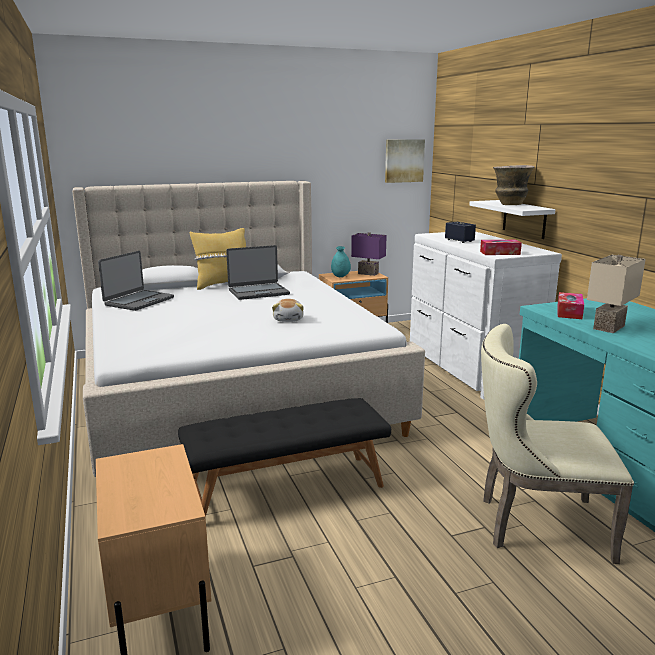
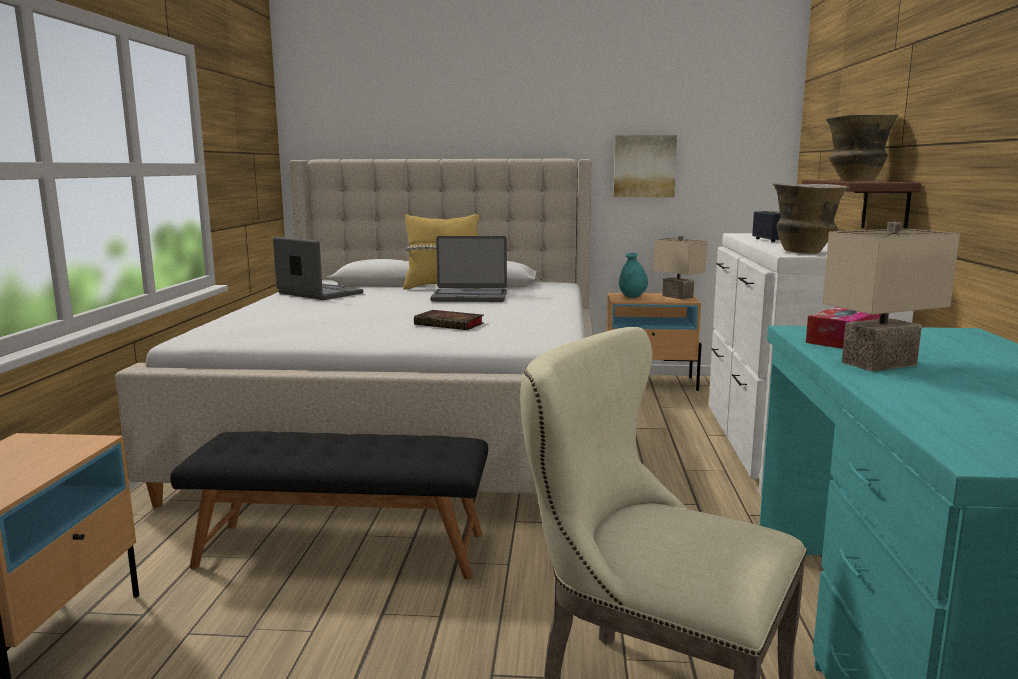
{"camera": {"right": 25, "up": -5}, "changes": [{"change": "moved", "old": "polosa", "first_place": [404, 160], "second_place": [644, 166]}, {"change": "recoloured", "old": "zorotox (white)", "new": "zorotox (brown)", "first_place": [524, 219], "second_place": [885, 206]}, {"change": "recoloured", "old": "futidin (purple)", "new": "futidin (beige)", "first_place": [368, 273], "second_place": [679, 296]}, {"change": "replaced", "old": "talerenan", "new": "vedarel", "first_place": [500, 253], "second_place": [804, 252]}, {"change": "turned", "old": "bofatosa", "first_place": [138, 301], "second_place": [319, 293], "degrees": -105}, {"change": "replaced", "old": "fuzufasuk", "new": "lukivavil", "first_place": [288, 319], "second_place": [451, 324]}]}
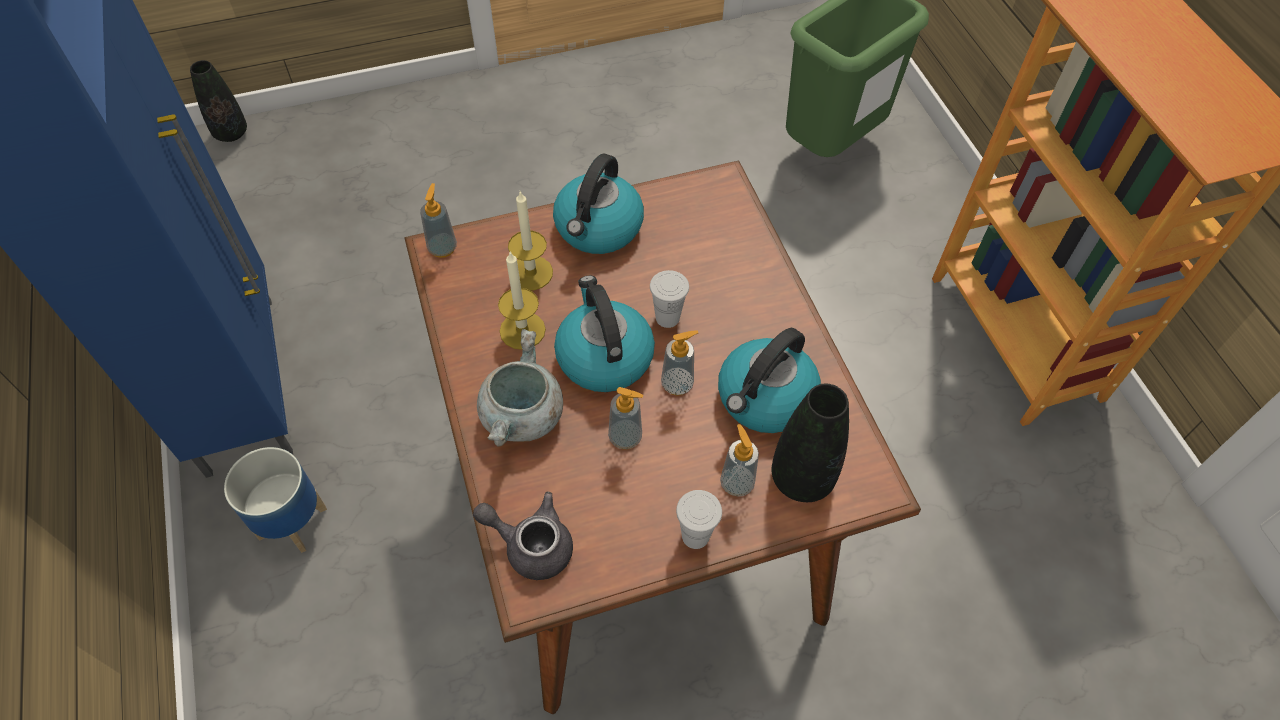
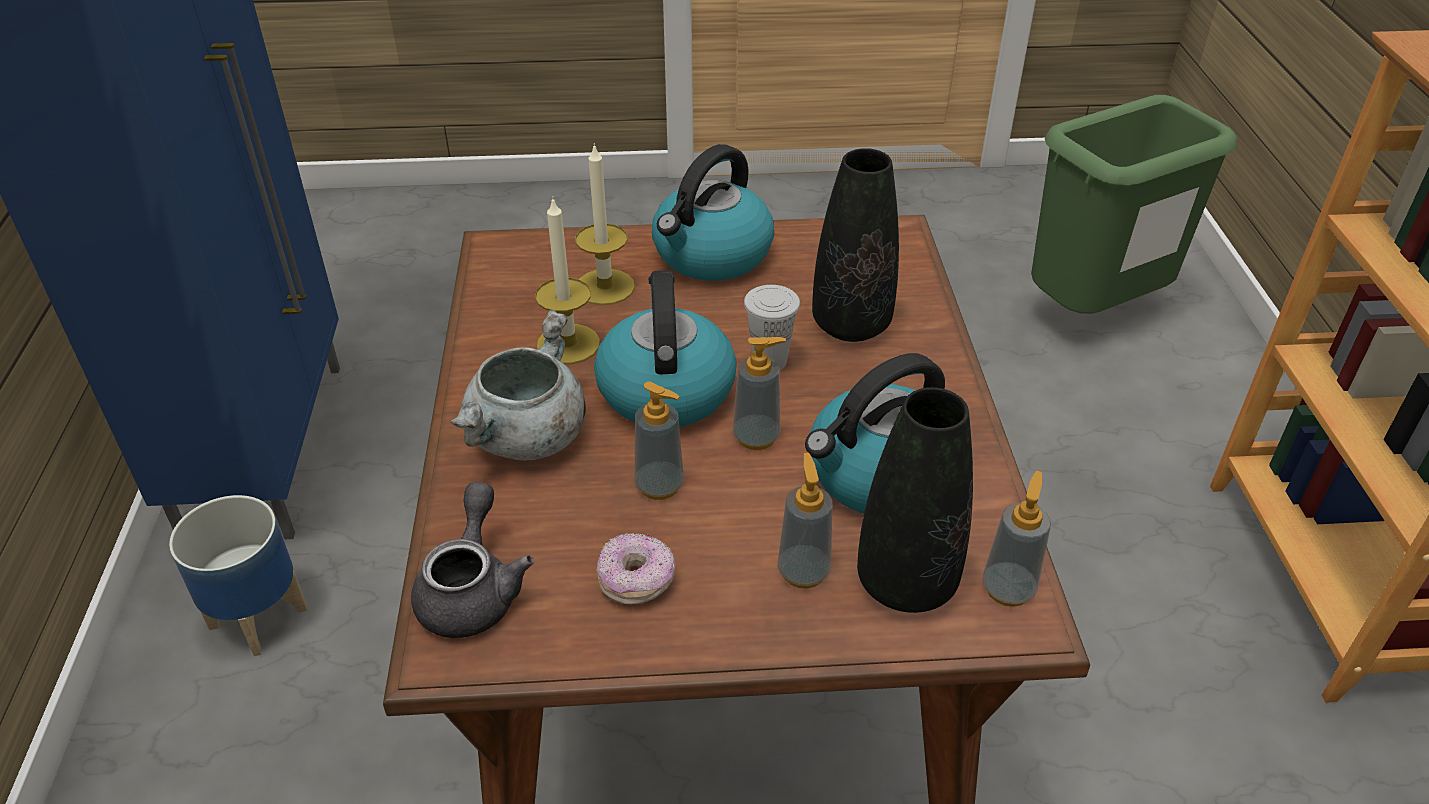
{"camera": {"right": 15, "up": -15}, "changes": [{"change": "moved", "old": "vedarel (black)", "first_place": [231, 133], "second_place": [851, 325]}, {"change": "moved", "old": "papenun", "first_place": [442, 248], "second_place": [1008, 589]}, {"change": "removed", "old": "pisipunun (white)", "first_place": [695, 536]}, {"change": "turned", "old": "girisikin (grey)", "first_place": [531, 545], "second_place": [473, 590], "degrees": 60}, {"change": "added", "new": "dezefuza", "second_place": [636, 580]}]}
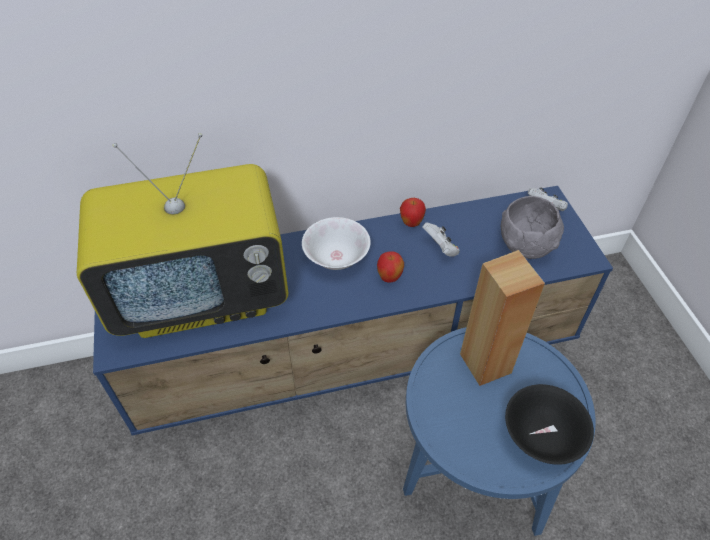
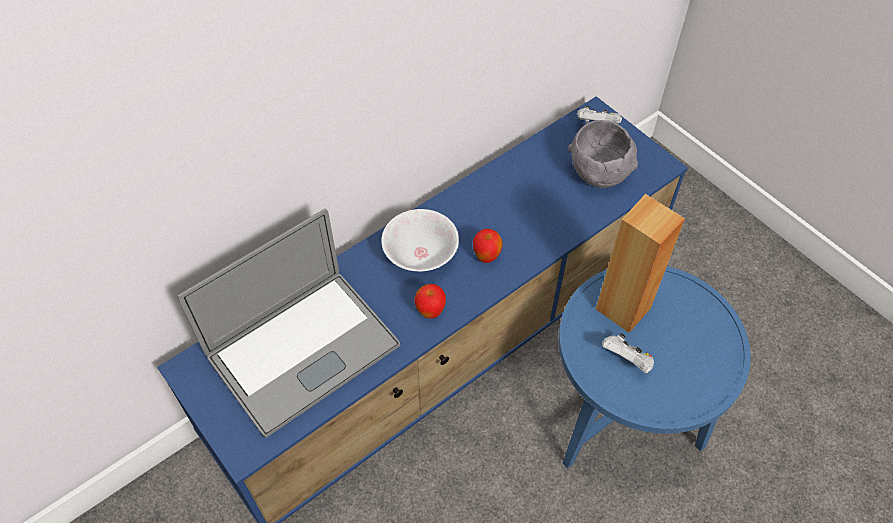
{"camera": {"right": -25, "up": 5}, "changes": [{"change": "replaced", "old": "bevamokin", "new": "bofatosa", "first_place": [203, 295], "second_place": [303, 350]}, {"change": "moved", "old": "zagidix", "first_place": [411, 223], "second_place": [430, 312]}, {"change": "moved", "old": "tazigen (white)", "first_place": [440, 248], "second_place": [627, 360]}, {"change": "removed", "old": "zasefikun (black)", "first_place": [542, 436]}]}
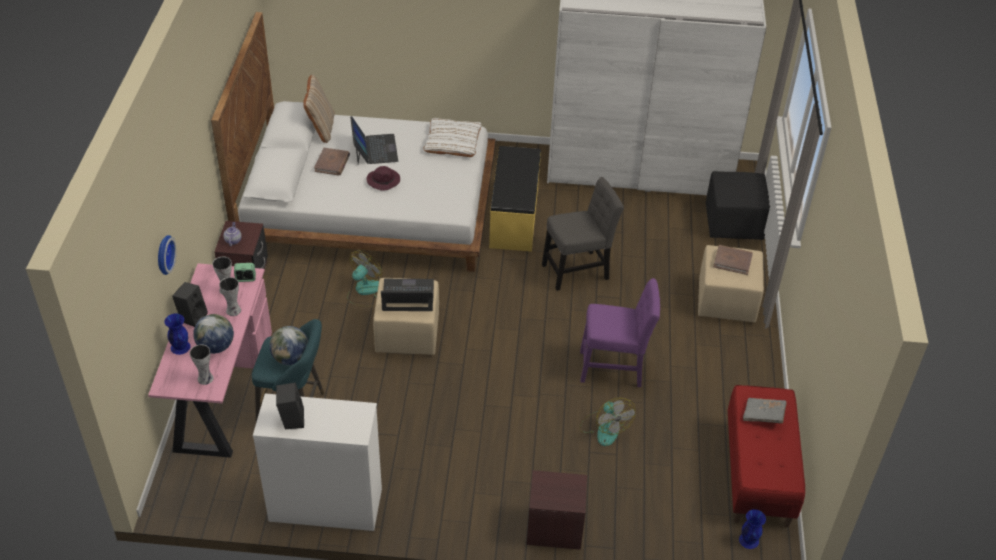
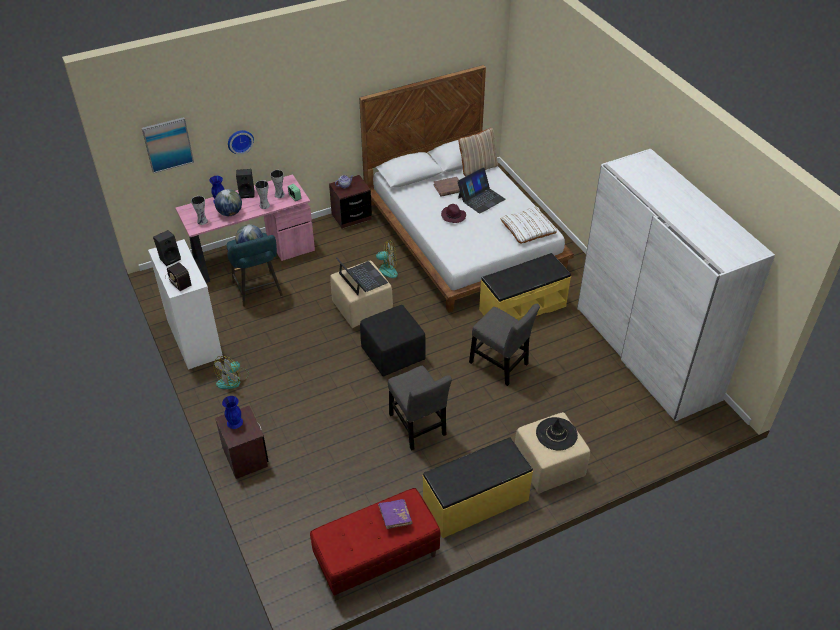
{"camera": {"right": 60, "up": 0}, "changes": [{"change": "moved", "old": "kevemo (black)", "first_place": [734, 224], "second_place": [392, 355]}, {"change": "replaced", "old": "lukivavil (brown)", "new": "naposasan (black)", "first_place": [732, 261], "second_place": [556, 434]}, {"change": "recoloured", "old": "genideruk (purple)", "new": "genideruk (grey)", "first_place": [614, 368], "second_place": [418, 427]}, {"change": "moved", "old": "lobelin", "first_place": [604, 428], "second_place": [233, 379]}, {"change": "recoloured", "old": "lukivavil (grey)", "new": "lukivavil (purple)", "first_place": [763, 415], "second_place": [395, 517]}, {"change": "moved", "old": "vedarel (blue)", "first_place": [748, 540], "second_place": [235, 422]}, {"change": "added", "new": "polosa", "second_place": [168, 144]}, {"change": "added", "new": "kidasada", "second_place": [178, 279]}, {"change": "added", "new": "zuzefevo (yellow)", "second_place": [476, 503]}]}
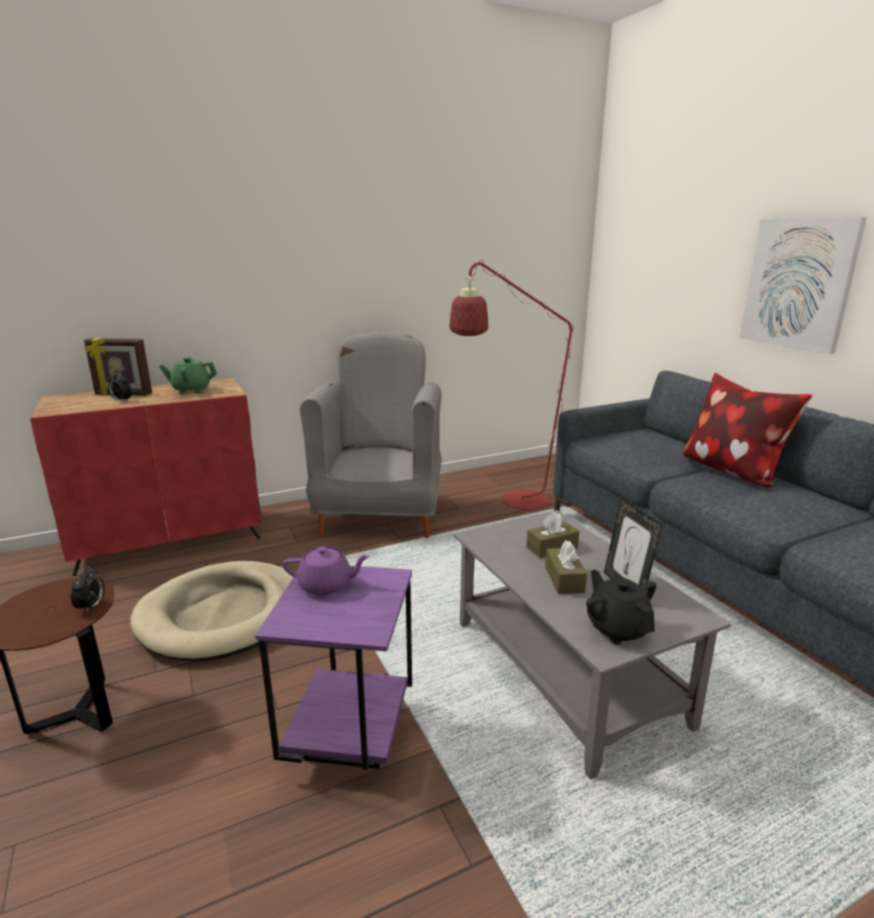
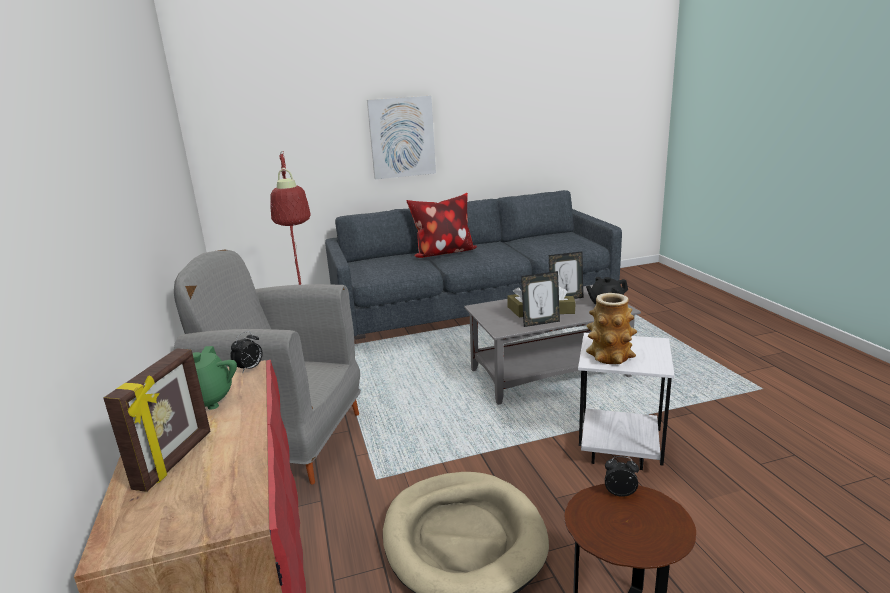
{"camera": {"right": -80, "up": 0}, "changes": [{"change": "moved", "old": "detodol", "first_place": [121, 401], "second_place": [250, 369]}, {"change": "replaced", "old": "girisikin (purple)", "new": "vedarel", "first_place": [326, 585], "second_place": [610, 356]}, {"change": "recoloured", "old": "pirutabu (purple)", "new": "pirutabu (white)", "first_place": [347, 737], "second_place": [618, 452]}, {"change": "added", "new": "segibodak", "second_place": [540, 323]}]}
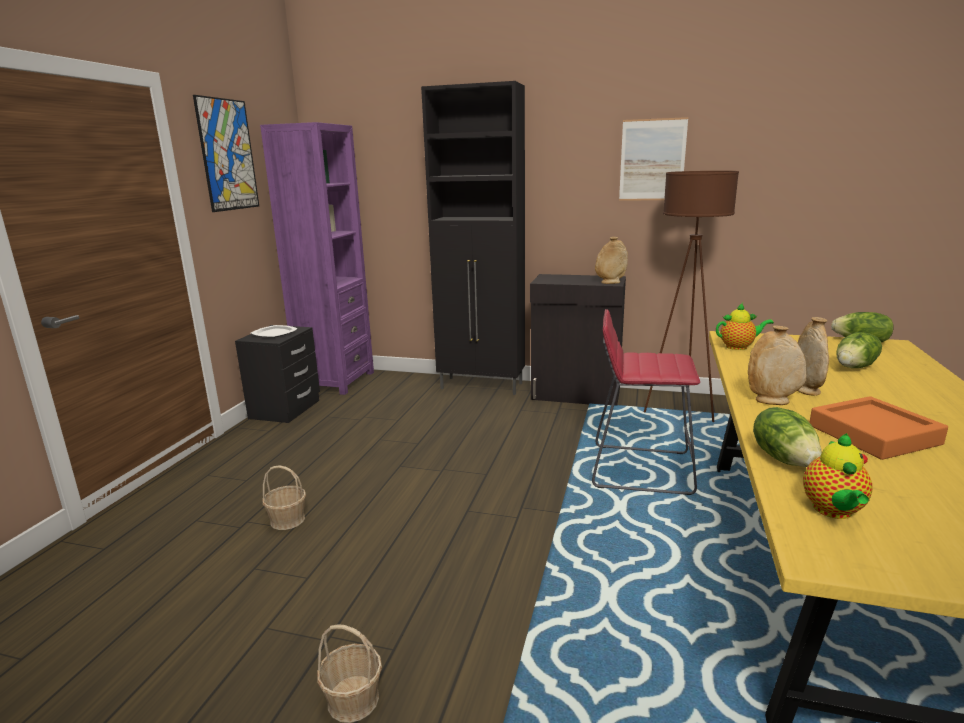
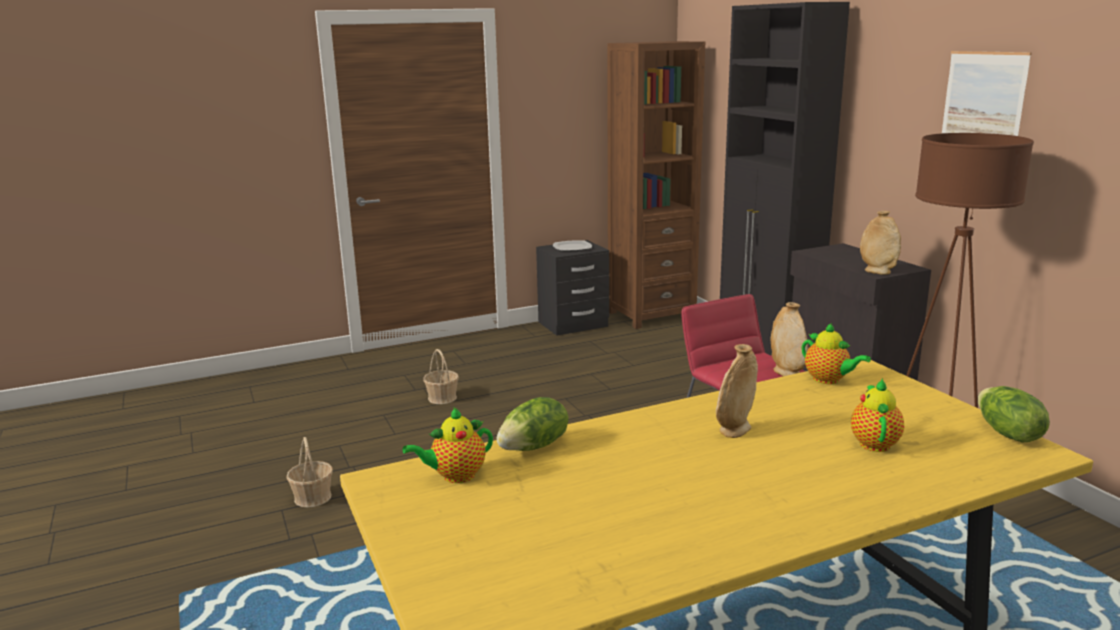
{"camera": {"right": 50, "up": 0}, "changes": [{"change": "removed", "old": "polosa", "first_place": [227, 155]}, {"change": "recoloured", "old": "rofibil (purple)", "new": "rofibil (brown)", "first_place": [336, 381], "second_place": [651, 315]}, {"change": "moved", "old": "vedarel (beige)", "first_place": [772, 401], "second_place": [787, 373]}, {"change": "replaced", "old": "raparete", "new": "girisikin", "first_place": [855, 367], "second_place": [874, 443]}, {"change": "removed", "old": "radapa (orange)", "first_place": [873, 435]}]}
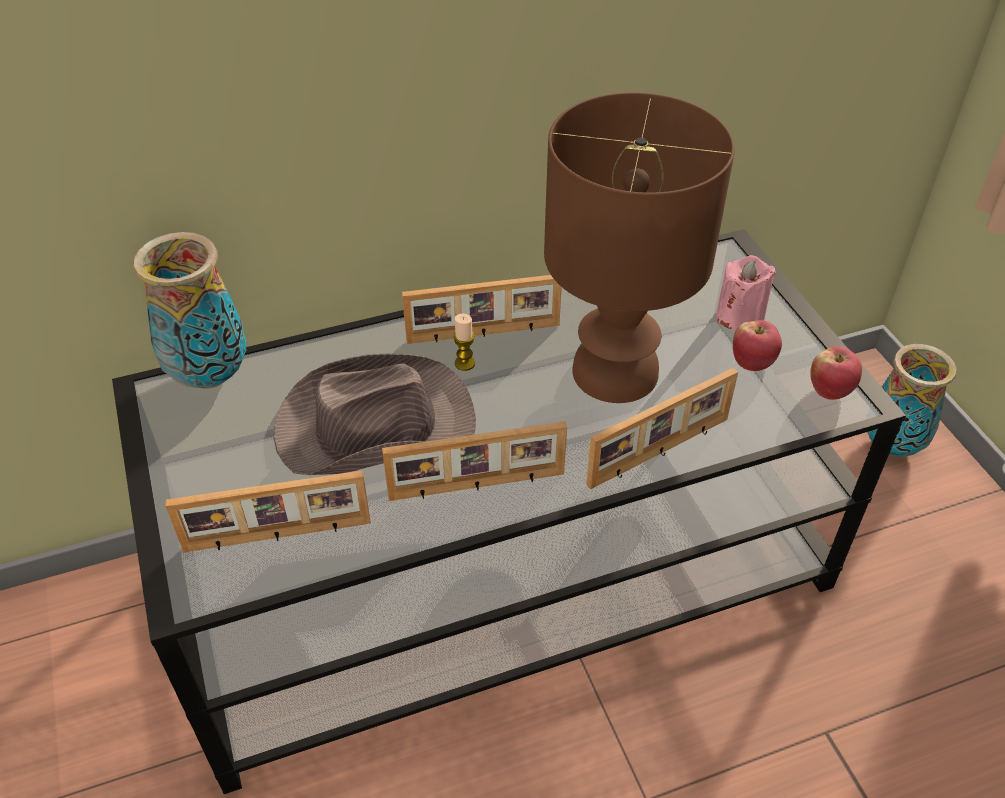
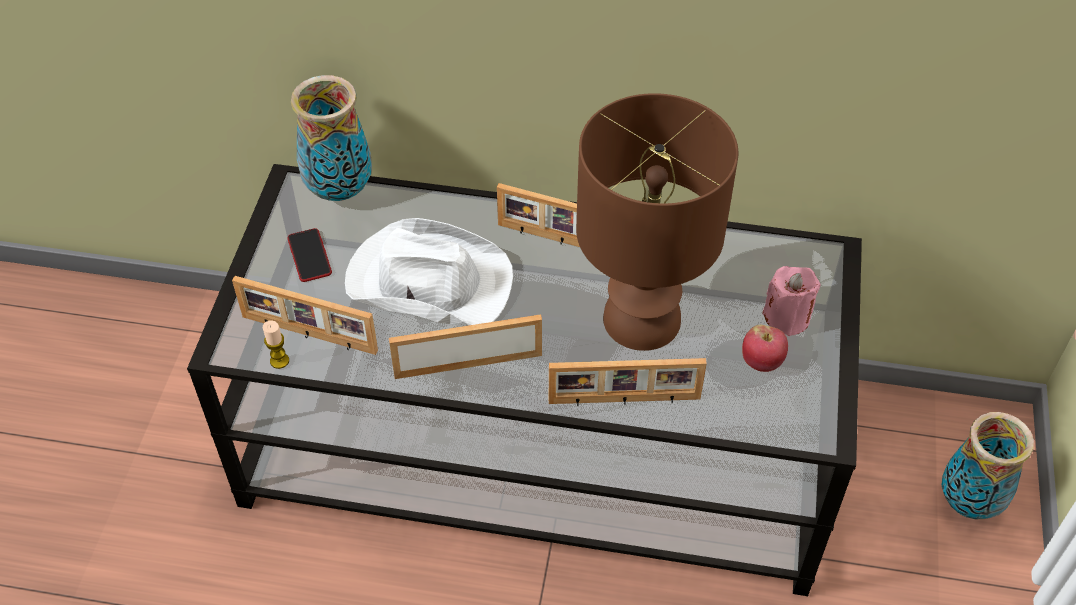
{"camera": {"right": 30, "up": 5}, "changes": [{"change": "moved", "old": "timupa", "first_place": [464, 363], "second_place": [279, 361]}, {"change": "removed", "old": "zagidix", "first_place": [829, 391]}, {"change": "recoloured", "old": "naposasan (brown)", "new": "naposasan (white)", "first_place": [373, 425], "second_place": [427, 281]}, {"change": "turned", "old": "segibodak", "first_place": [477, 487], "second_place": [468, 363], "degrees": 150}, {"change": "added", "new": "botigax", "second_place": [309, 256]}]}
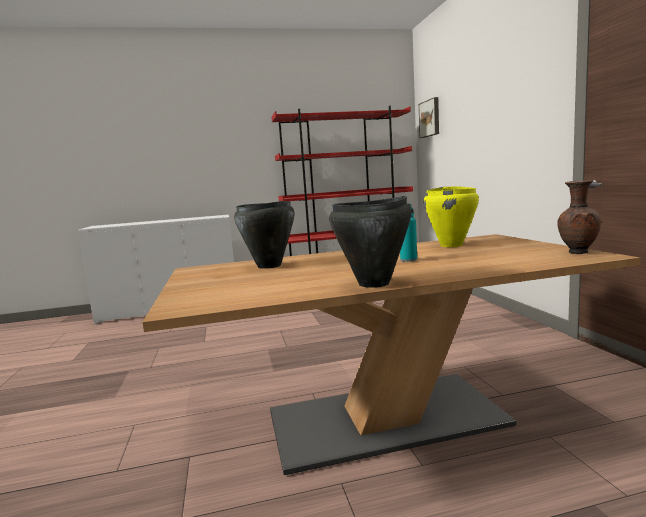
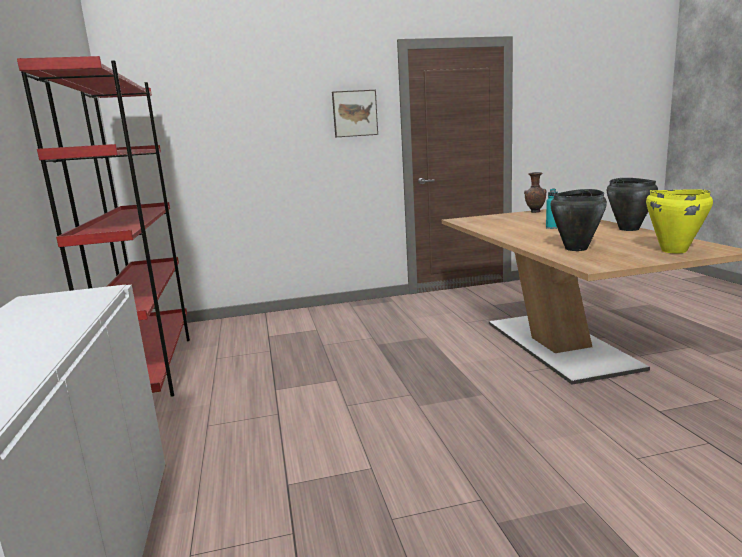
{"camera": {"right": -90, "up": 5}, "changes": [{"change": "moved", "old": "polosa", "first_place": [430, 118], "second_place": [354, 113]}, {"change": "moved", "old": "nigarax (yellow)", "first_place": [451, 245], "second_place": [673, 251]}]}
